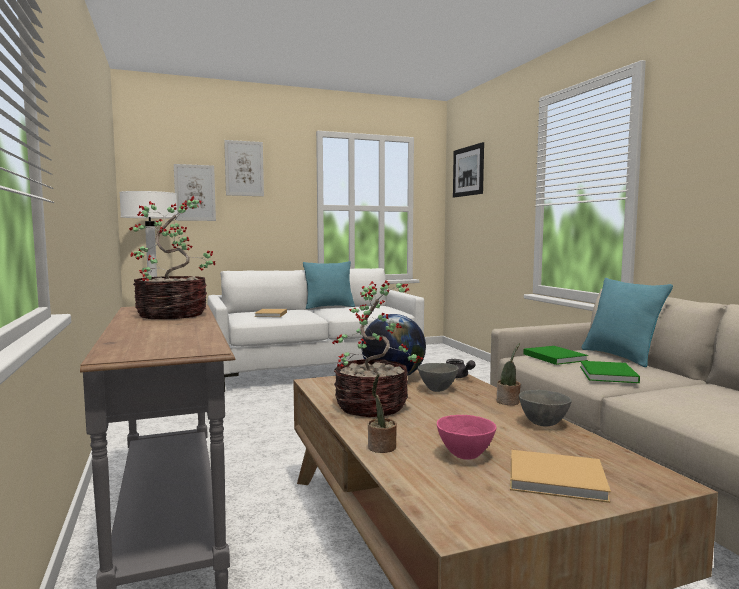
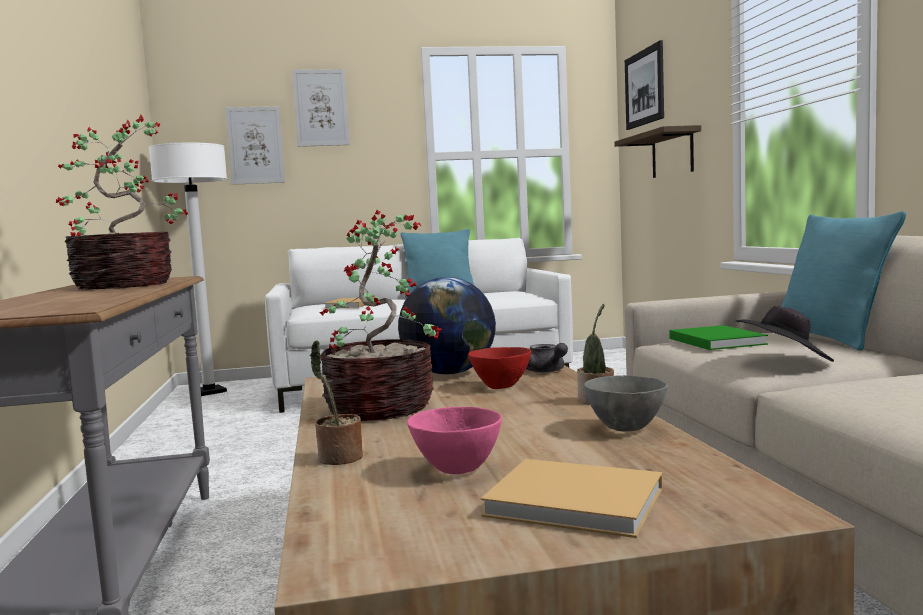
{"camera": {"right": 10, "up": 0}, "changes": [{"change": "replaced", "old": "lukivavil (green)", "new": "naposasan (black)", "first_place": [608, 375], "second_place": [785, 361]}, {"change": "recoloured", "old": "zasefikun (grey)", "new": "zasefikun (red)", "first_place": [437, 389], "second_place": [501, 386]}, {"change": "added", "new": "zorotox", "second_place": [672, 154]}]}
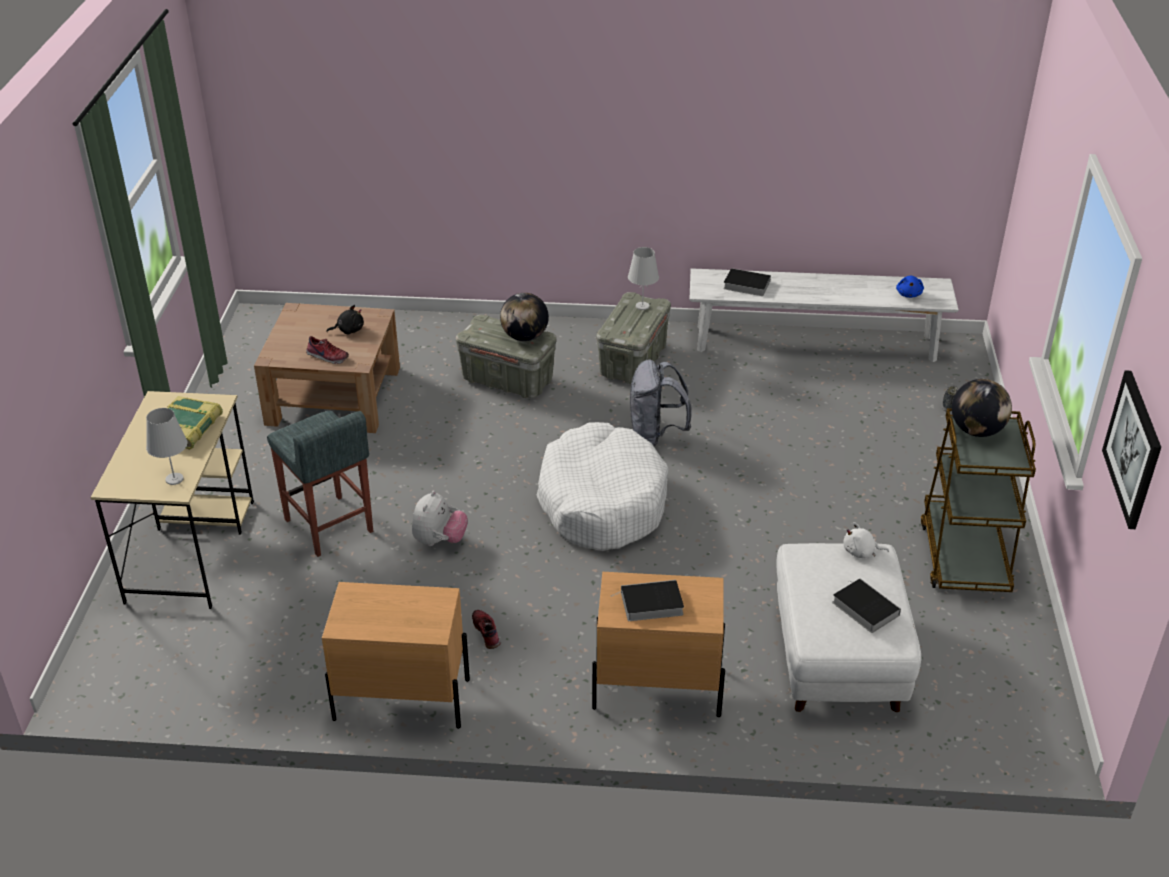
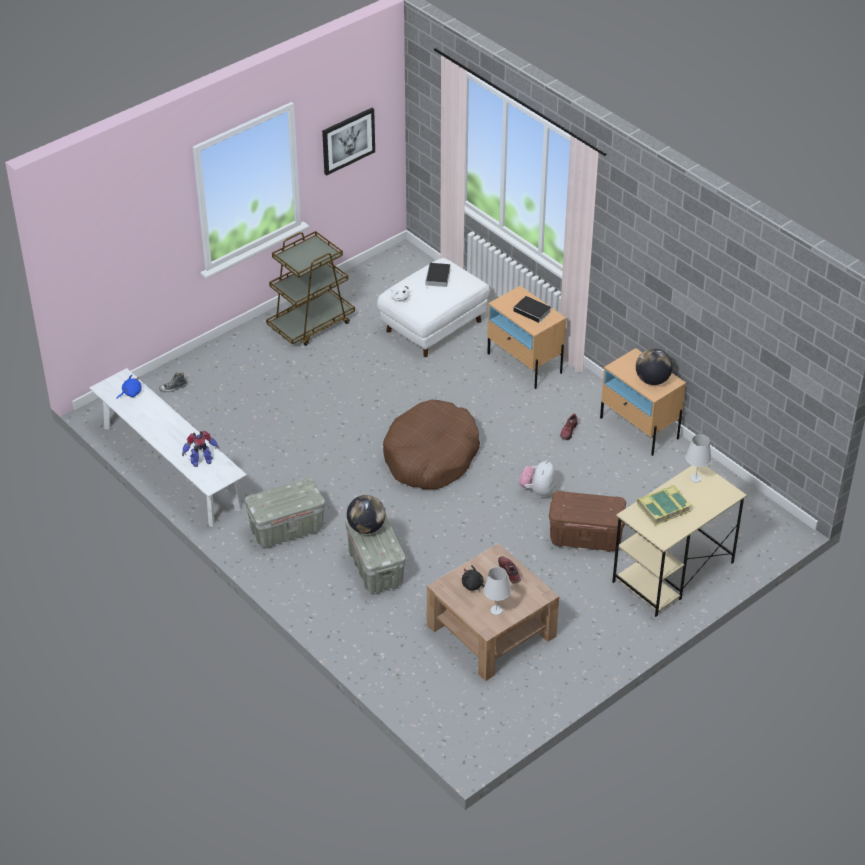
{"camera": {"right": -135, "up": 5}, "changes": [{"change": "moved", "old": "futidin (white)", "first_place": [642, 306], "second_place": [496, 610]}, {"change": "replaced", "old": "lukivavil", "new": "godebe", "first_place": [745, 285], "second_place": [201, 461]}, {"change": "removed", "old": "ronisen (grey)", "first_place": [656, 435]}, {"change": "moved", "old": "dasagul", "first_place": [977, 430], "second_place": [652, 380]}, {"change": "replaced", "old": "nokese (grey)", "new": "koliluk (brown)", "first_place": [329, 526], "second_place": [586, 537]}, {"change": "recoloured", "old": "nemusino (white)", "new": "nemusino (brown)", "first_place": [602, 502], "second_place": [431, 456]}, {"change": "turned", "old": "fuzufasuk", "first_place": [439, 540], "second_place": [538, 490], "degrees": -45}]}
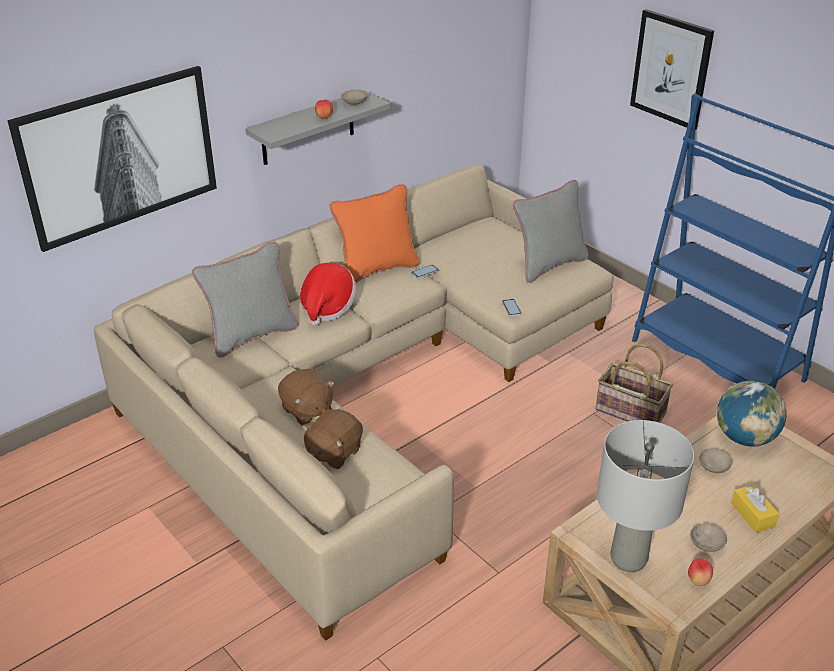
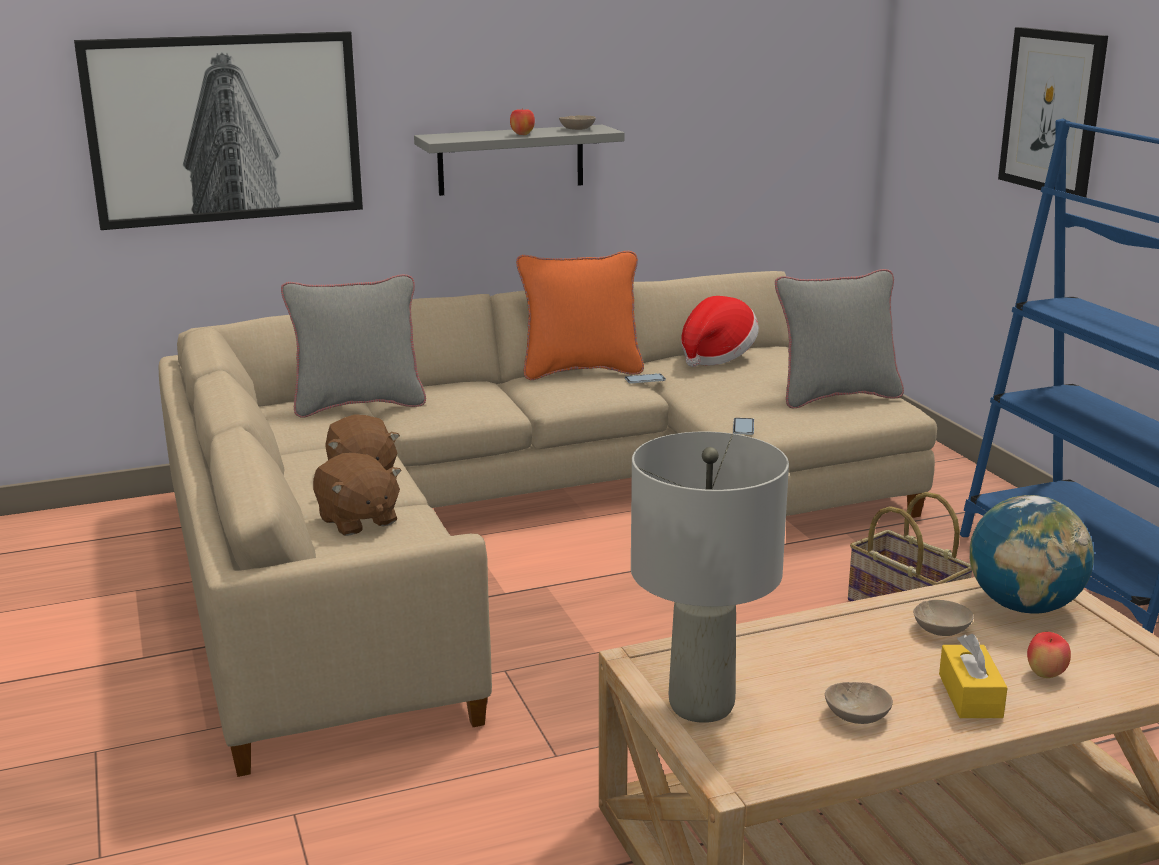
{"camera": {"right": 20, "up": -15}, "changes": [{"change": "moved", "old": "naposasan", "first_place": [327, 308], "second_place": [716, 357]}, {"change": "turned", "old": "fuzufasuk (brown)", "first_place": [333, 452], "second_place": [357, 521], "degrees": -90}, {"change": "moved", "old": "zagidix", "first_place": [698, 581], "second_place": [1045, 675]}]}
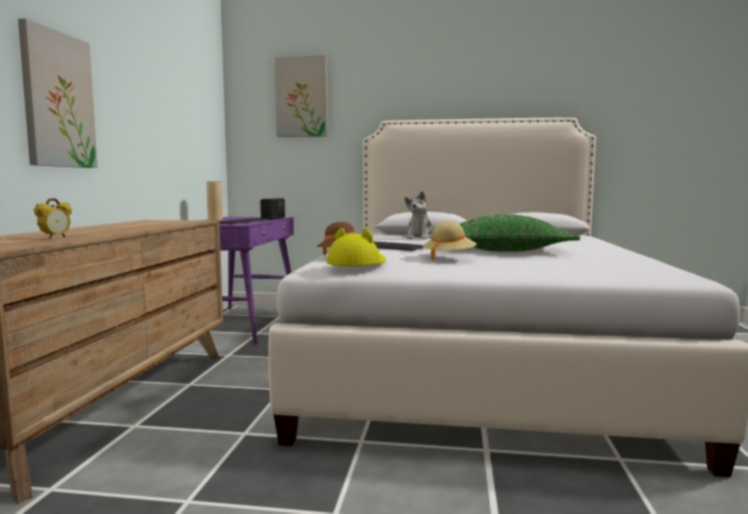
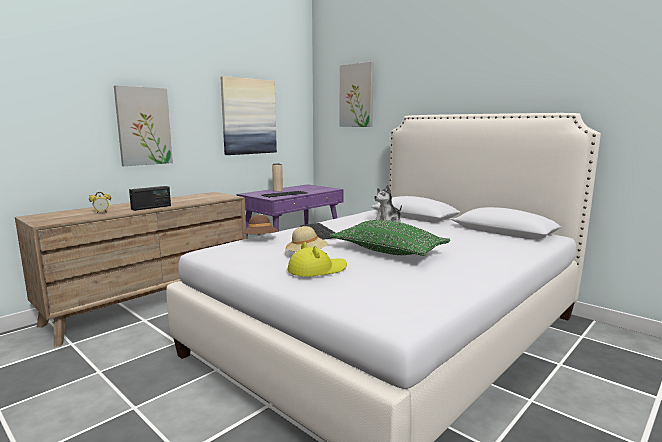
{"camera": {"right": 35, "up": 5}, "changes": [{"change": "moved", "old": "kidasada", "first_place": [273, 219], "second_place": [151, 207]}, {"change": "moved", "old": "naposasan (yellow)", "first_place": [357, 264], "second_place": [317, 270]}, {"change": "added", "new": "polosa", "second_place": [249, 116]}]}
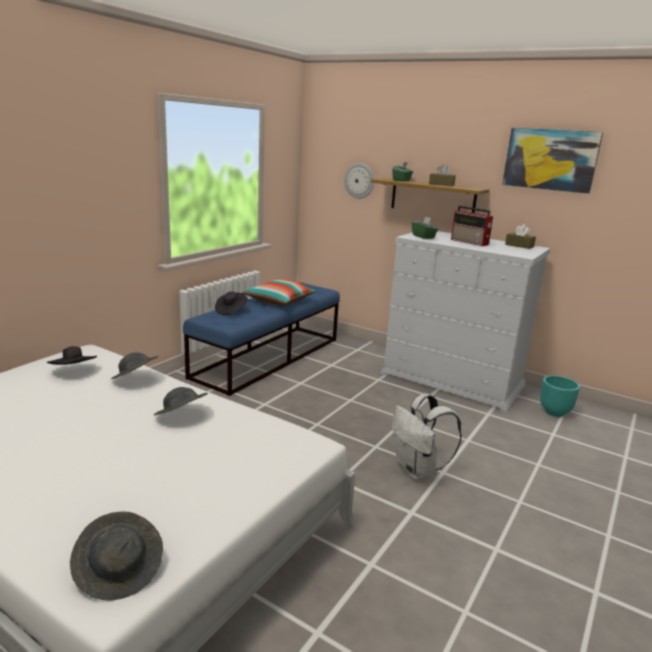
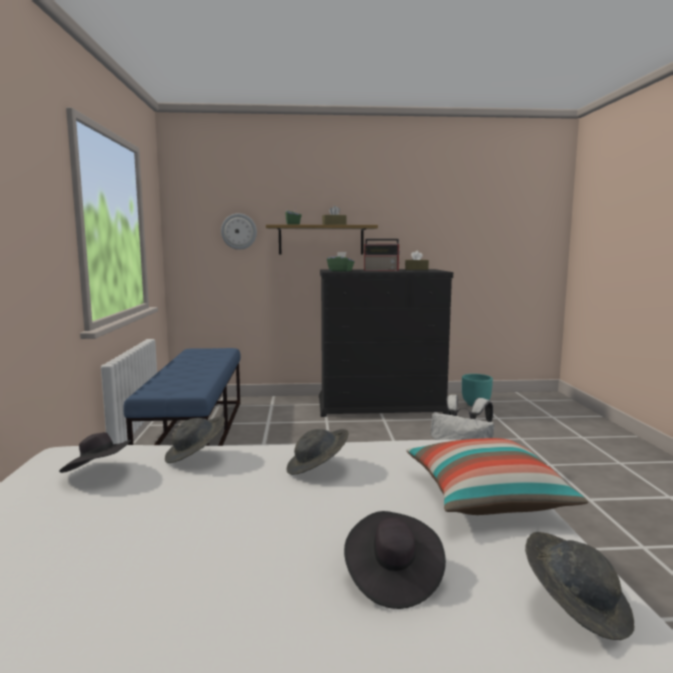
{"camera": {"right": -35, "up": -10}, "changes": [{"change": "removed", "old": "polosa", "first_place": [550, 160]}, {"change": "recoloured", "old": "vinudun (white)", "new": "vinudun (black)", "first_place": [452, 380], "second_place": [381, 405]}, {"change": "moved", "old": "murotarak", "first_place": [279, 301], "second_place": [487, 497]}, {"change": "moved", "old": "naposasan (black)", "first_place": [231, 310], "second_place": [392, 578]}]}
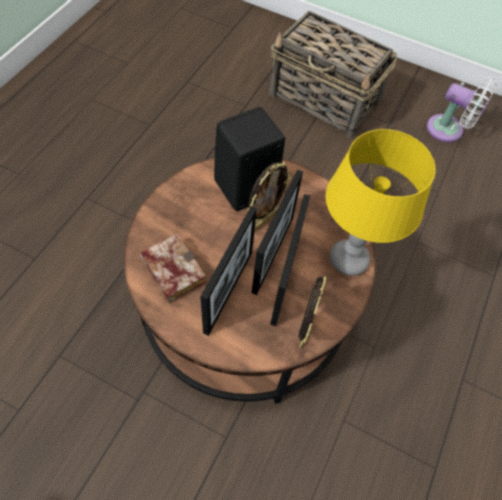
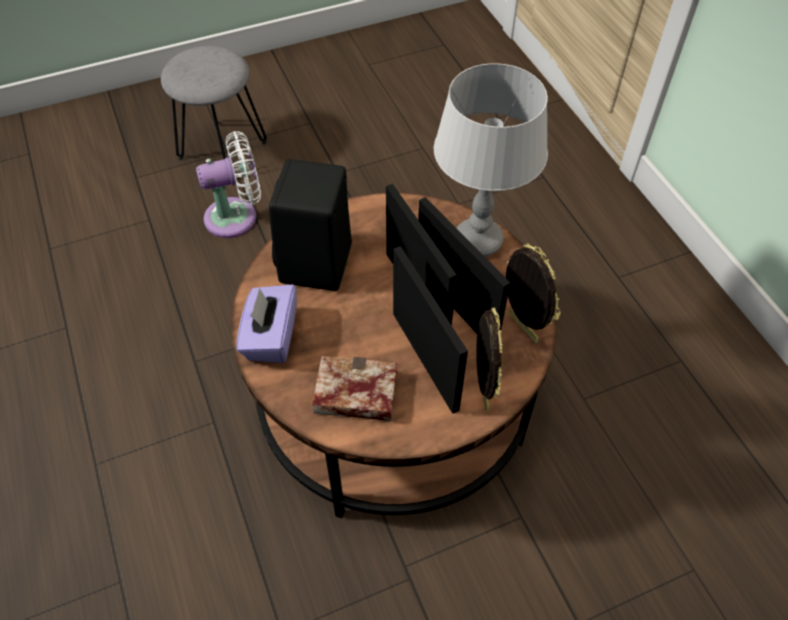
{"camera": {"right": -45, "up": -5}, "changes": [{"change": "replaced", "old": "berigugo", "new": "nokese (grey)", "first_place": [324, 100], "second_place": [223, 149]}, {"change": "moved", "old": "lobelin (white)", "first_place": [448, 130], "second_place": [236, 217]}, {"change": "recoloured", "old": "futidin (yellow)", "new": "futidin (grey)", "first_place": [348, 260], "second_place": [478, 241]}, {"change": "moved", "old": "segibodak", "first_place": [264, 220], "second_place": [481, 391]}, {"change": "added", "new": "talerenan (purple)", "second_place": [271, 337]}]}
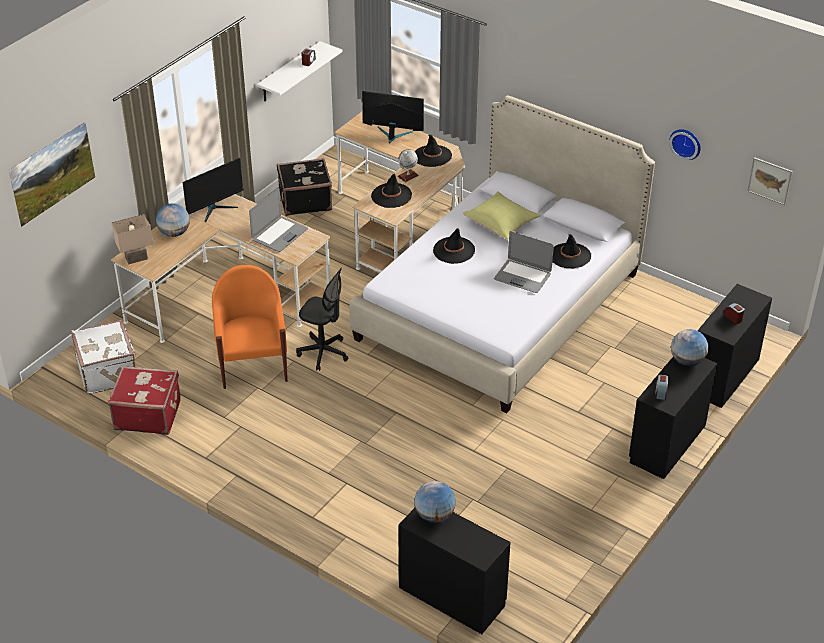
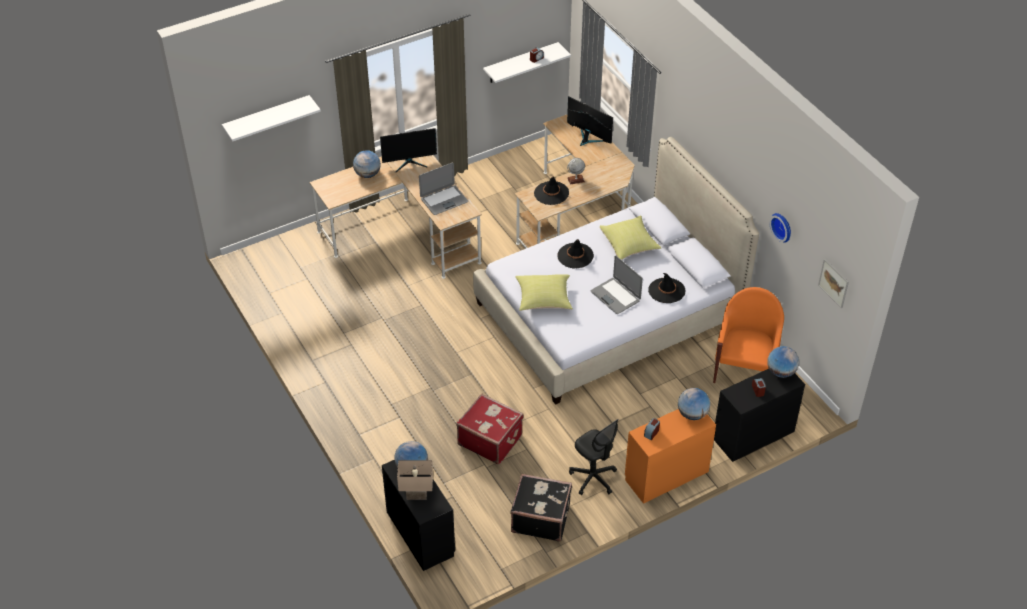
{"camera": {"right": 25, "up": 5}, "changes": [{"change": "replaced", "old": "polosa", "new": "zorotox (white)", "first_place": [56, 187], "second_place": [267, 118]}, {"change": "removed", "old": "naposasan (black)", "first_place": [432, 156]}, {"change": "moved", "old": "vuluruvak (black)", "first_place": [305, 200], "second_place": [540, 518]}, {"change": "moved", "old": "futidin (beige)", "first_place": [136, 257], "second_place": [417, 493]}, {"change": "moved", "old": "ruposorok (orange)", "first_place": [253, 364], "second_place": [744, 369]}, {"change": "moved", "old": "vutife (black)", "first_place": [323, 353], "second_place": [593, 478]}, {"change": "removed", "old": "vuluruvak (white)", "first_place": [108, 371]}, {"change": "recoloured", "old": "vinudun (black)", "new": "vinudun (orange)", "first_place": [666, 443], "second_place": [665, 475]}, {"change": "moved", "old": "vuluruvak (red)", "first_place": [147, 414], "second_place": [490, 439]}, {"change": "added", "new": "murotarak (yellow)", "second_place": [543, 300]}, {"change": "added", "new": "dasagul", "second_place": [780, 372]}]}
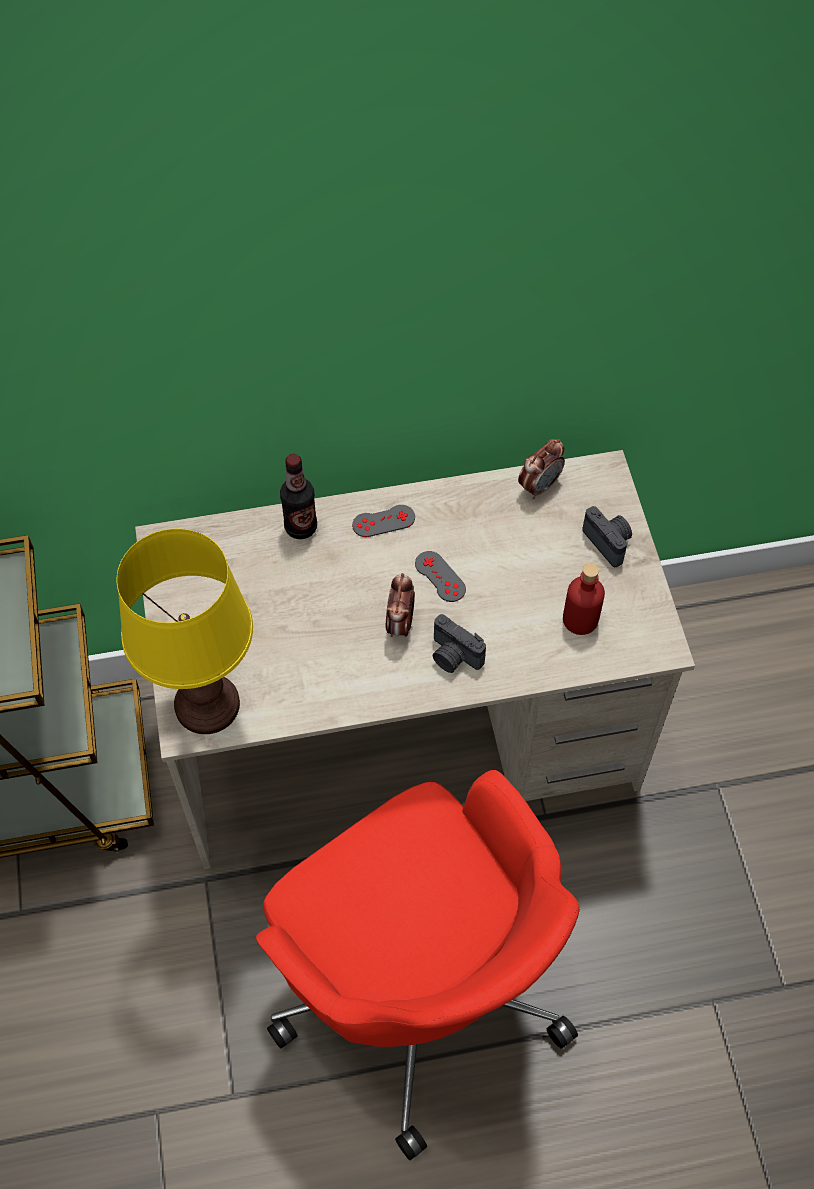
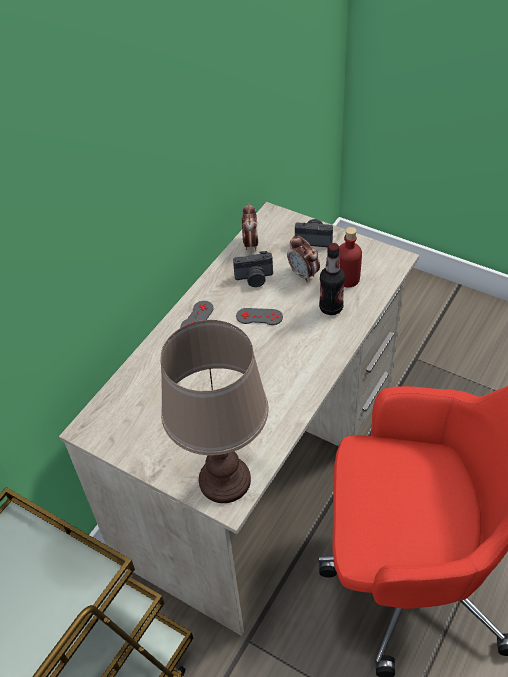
{"camera": {"right": -45, "up": -10}, "changes": [{"change": "moved", "old": "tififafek", "first_place": [301, 527], "second_place": [331, 308]}, {"change": "recoloured", "old": "futidin (yellow)", "new": "futidin (brown)", "first_place": [207, 706], "second_place": [225, 480]}, {"change": "moved", "old": "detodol", "first_place": [400, 624], "second_place": [303, 274]}, {"change": "moved", "old": "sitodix", "first_place": [453, 656], "second_place": [254, 279]}]}
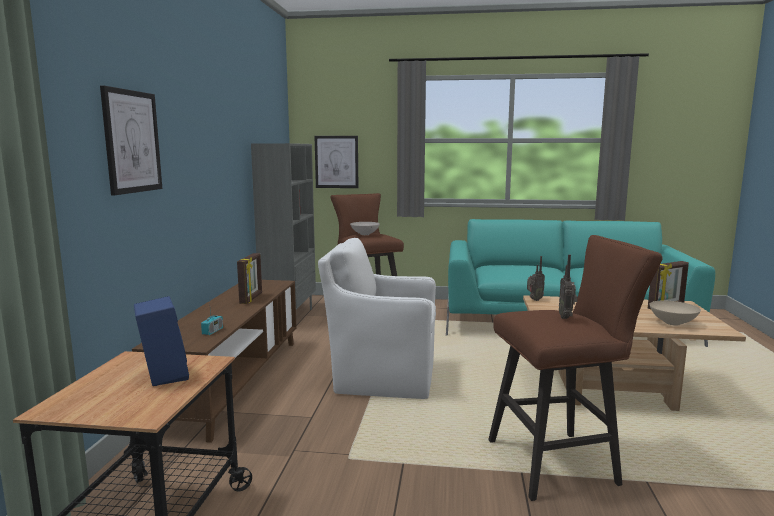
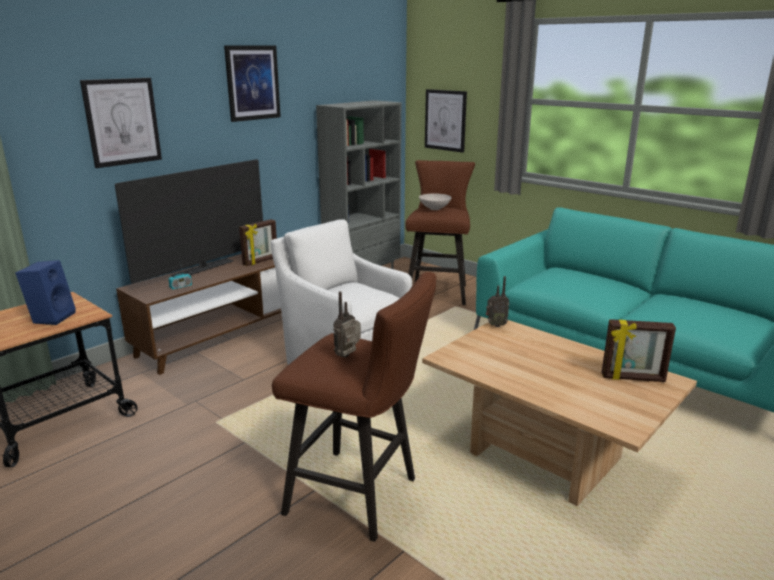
{"camera": {"right": 35, "up": 10}, "changes": [{"change": "removed", "old": "zasefikun (beige)", "first_place": [672, 323]}, {"change": "added", "new": "polosa", "second_place": [252, 83]}, {"change": "added", "new": "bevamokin", "second_place": [203, 268]}]}
